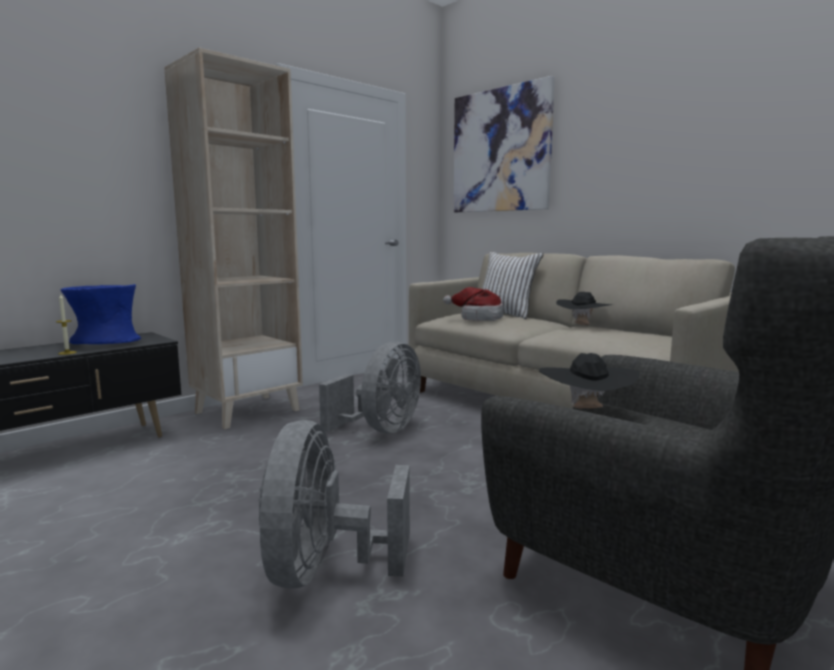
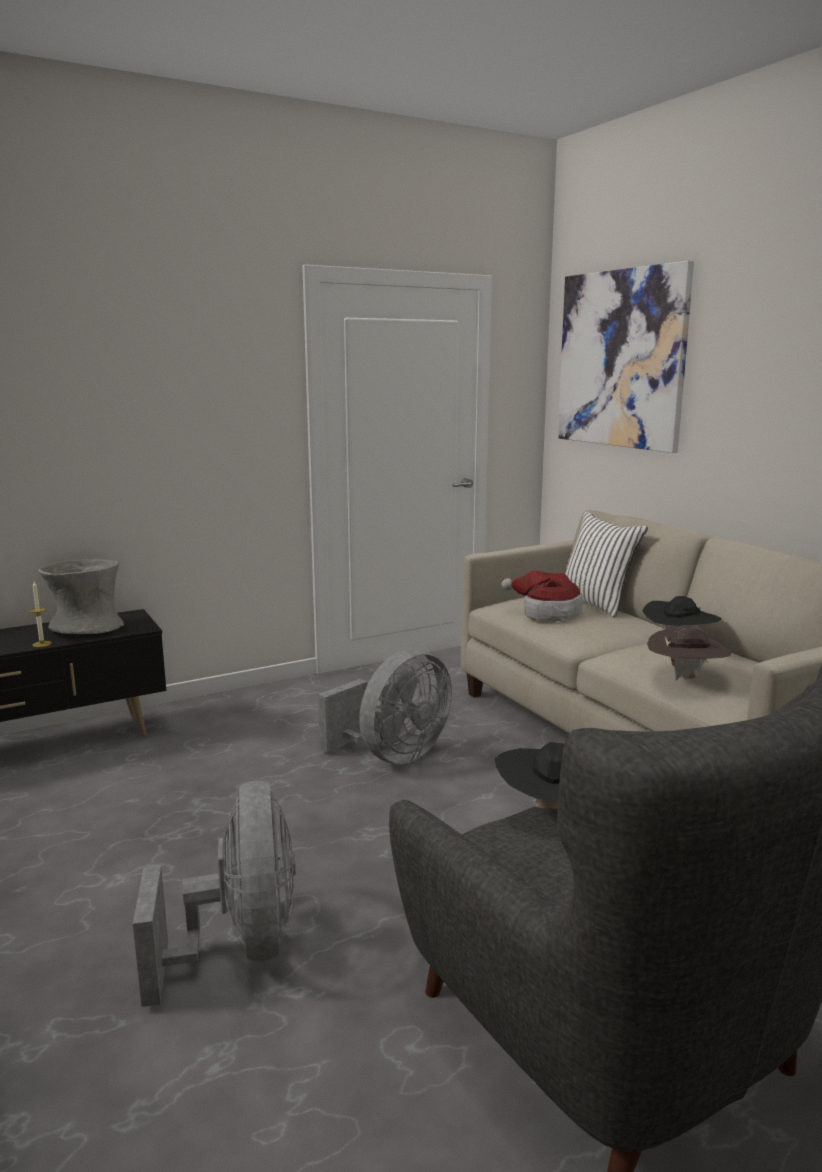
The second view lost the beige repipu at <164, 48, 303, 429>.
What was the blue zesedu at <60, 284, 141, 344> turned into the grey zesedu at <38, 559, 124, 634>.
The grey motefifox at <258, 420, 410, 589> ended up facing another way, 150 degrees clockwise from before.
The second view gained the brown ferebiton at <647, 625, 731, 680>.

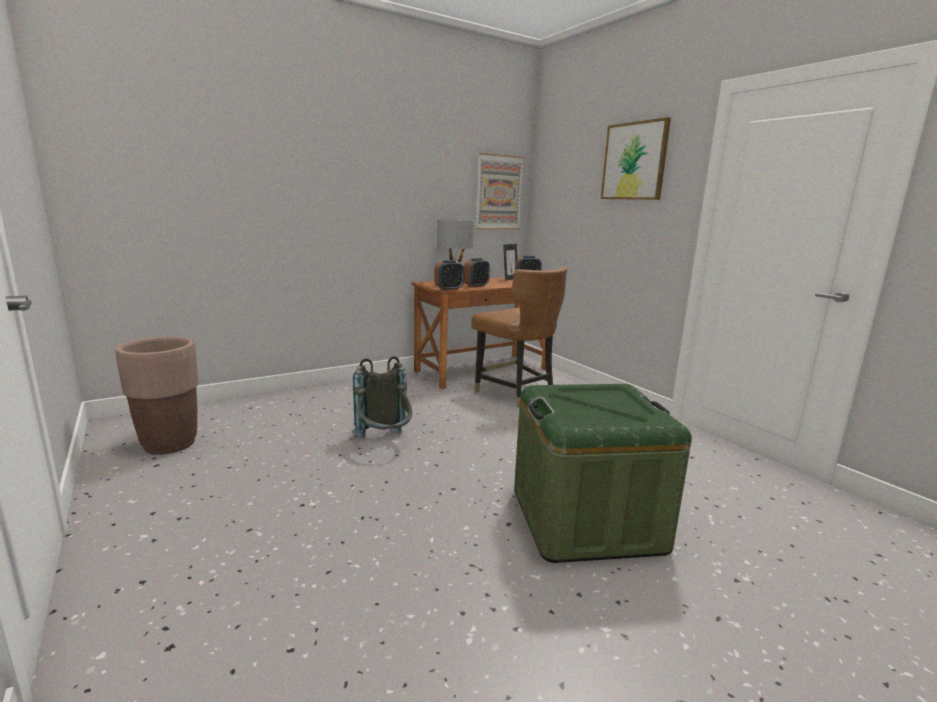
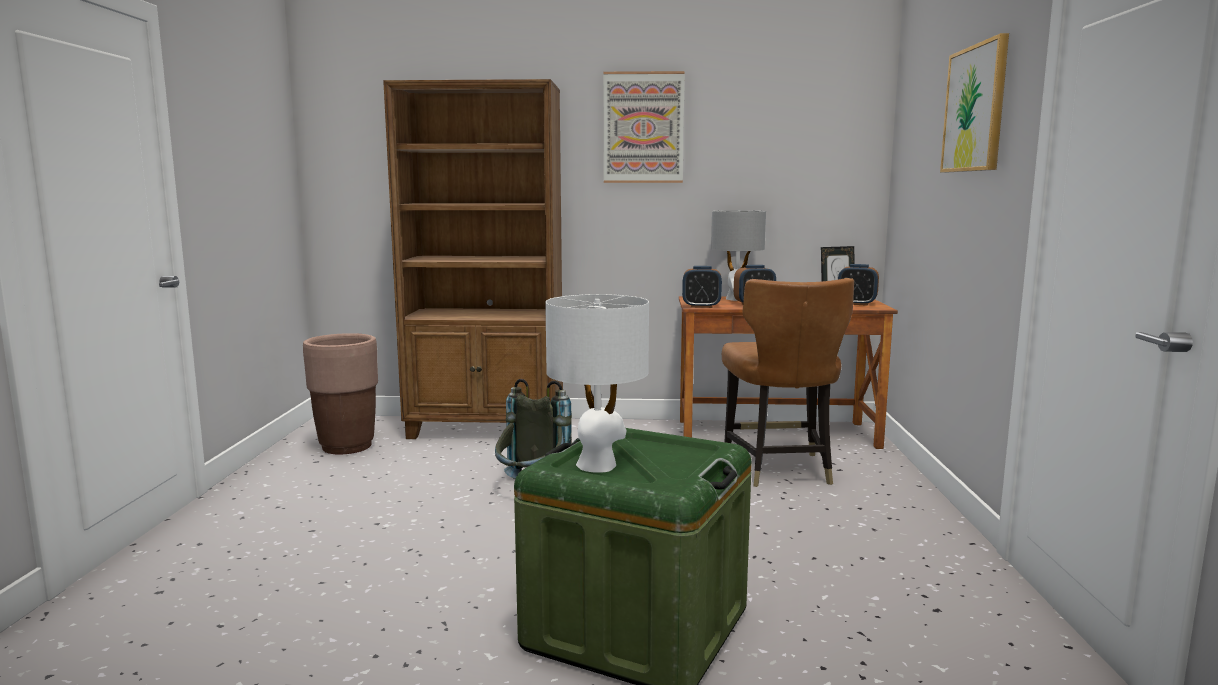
The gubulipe ended up elsewhere, having gone from <475, 153, 524, 230> to <603, 71, 685, 183>.
The second view gained the brown repipu at <383, 79, 563, 439>.
The second view gained the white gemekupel at <545, 294, 649, 472>.

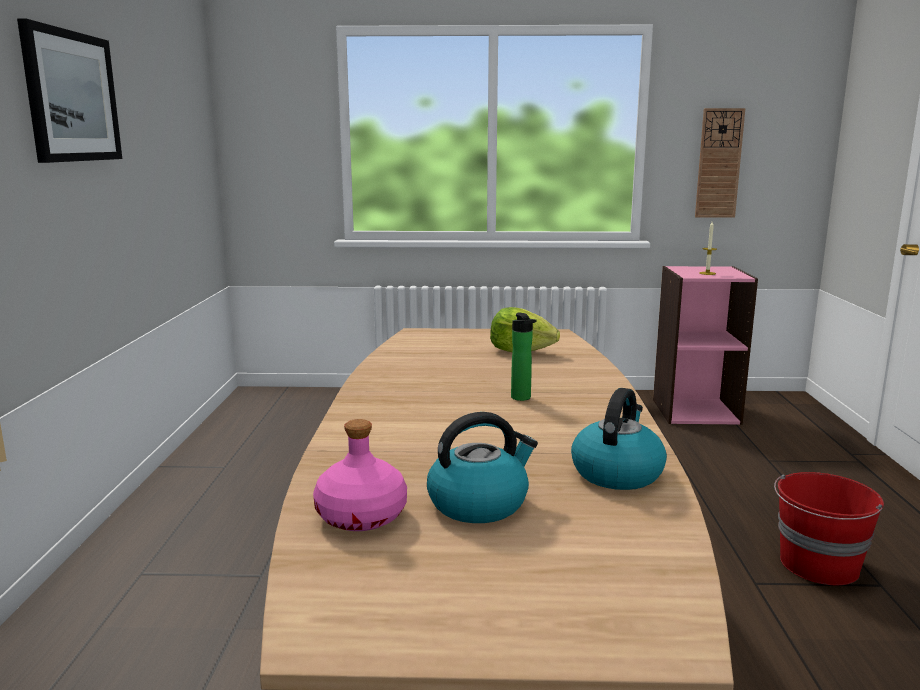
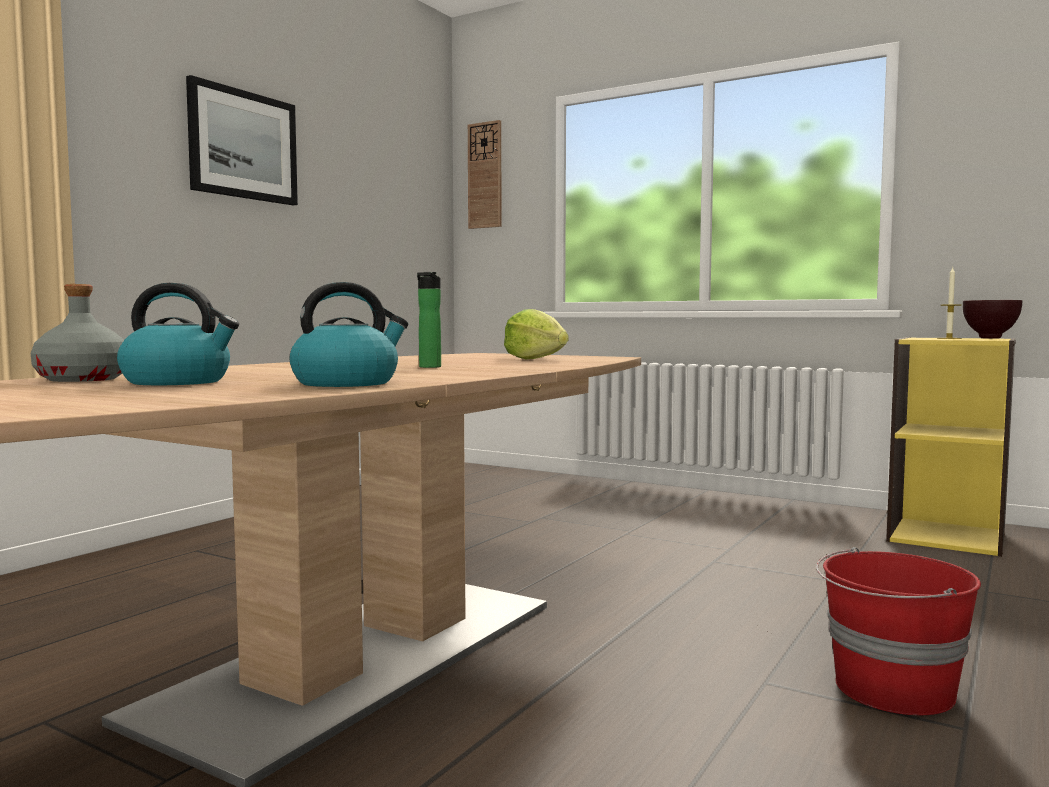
The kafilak ended up elsewhere, having gone from <695, 108, 746, 218> to <468, 120, 502, 229>.
What was the pink repipu at <653, 266, 758, 425> turned into the yellow repipu at <886, 337, 1016, 557>.
What was the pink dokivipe at <313, 419, 407, 531> turned into the grey dokivipe at <30, 284, 124, 382>.
The second view gained the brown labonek at <963, 300, 1022, 339>.

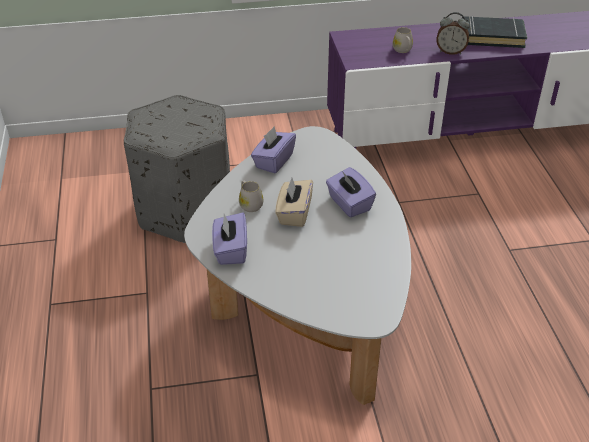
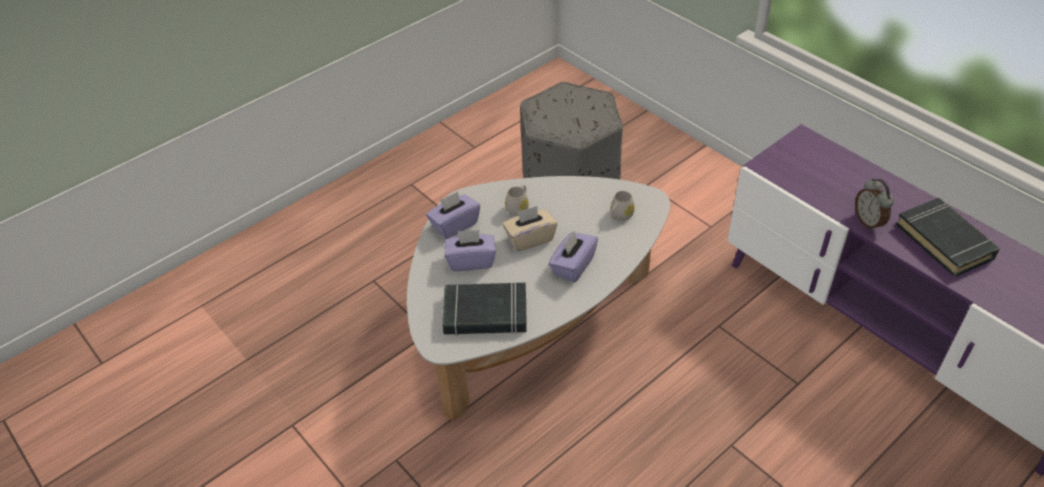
The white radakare ended up elsewhere, having gone from <393, 27, 413, 53> to <610, 191, 635, 221>.
The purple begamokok ended up elsewhere, having gone from <251, 126, 296, 173> to <445, 230, 496, 271>.
The second view gained the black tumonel at <442, 283, 527, 336>.

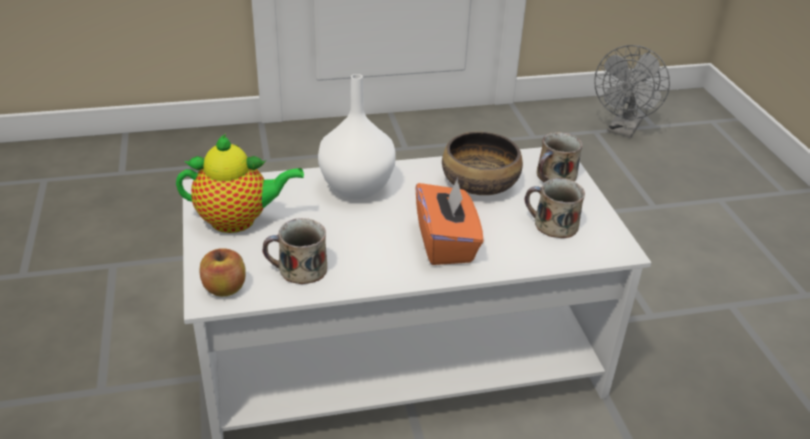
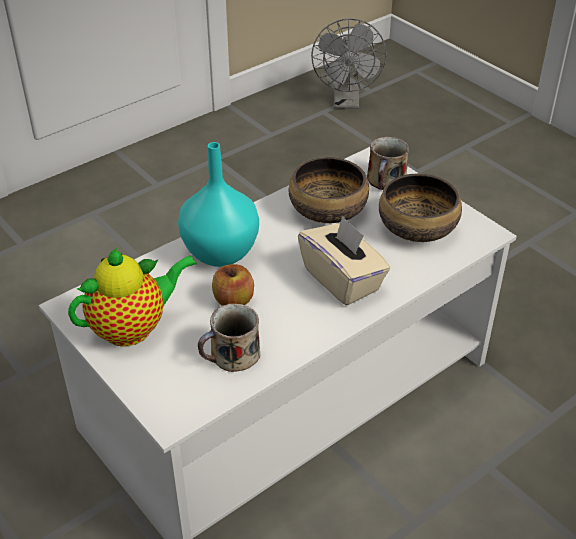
What was the white zesedu at <318, 74, 396, 199> turned into the turquoise zesedu at <178, 142, 259, 267>.
What was the orange begamokok at <415, 178, 483, 265> turned into the beige begamokok at <298, 216, 390, 306>.
Where the radakare stood at <525, 178, 585, 238>, the labonek came to stand at <379, 173, 462, 242>.
The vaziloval ended up elsewhere, having gone from <199, 248, 246, 297> to <212, 264, 254, 306>.

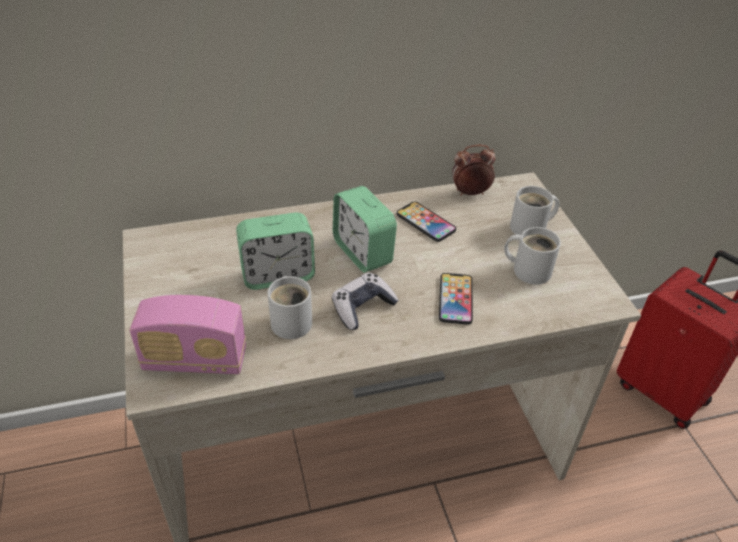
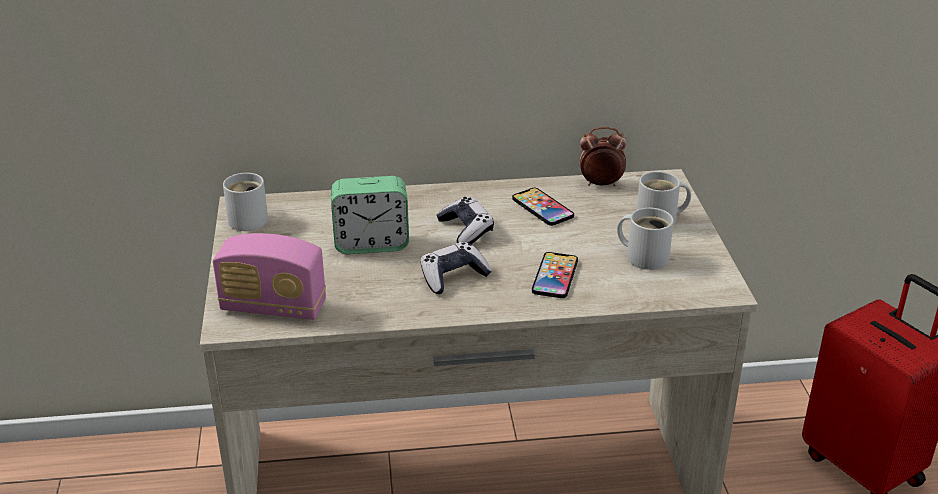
Where the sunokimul stood at <333, 186, 397, 273>, the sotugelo came to stand at <437, 197, 494, 244>.
The white radakare ended up elsewhere, having gone from <267, 276, 312, 339> to <223, 173, 268, 231>.

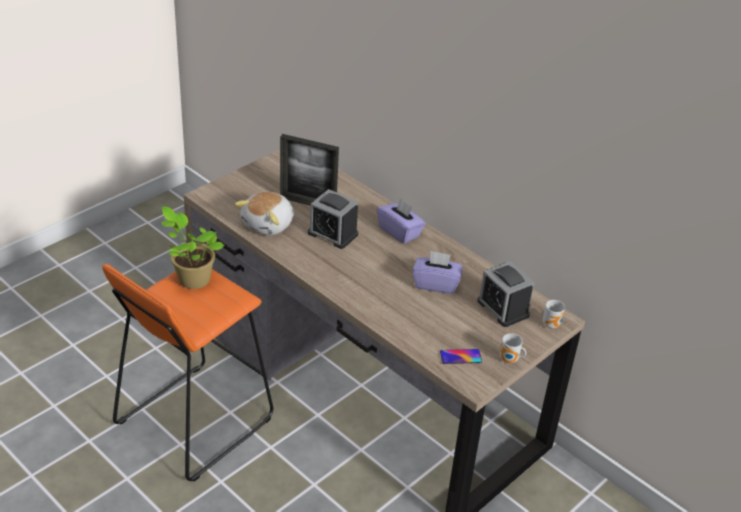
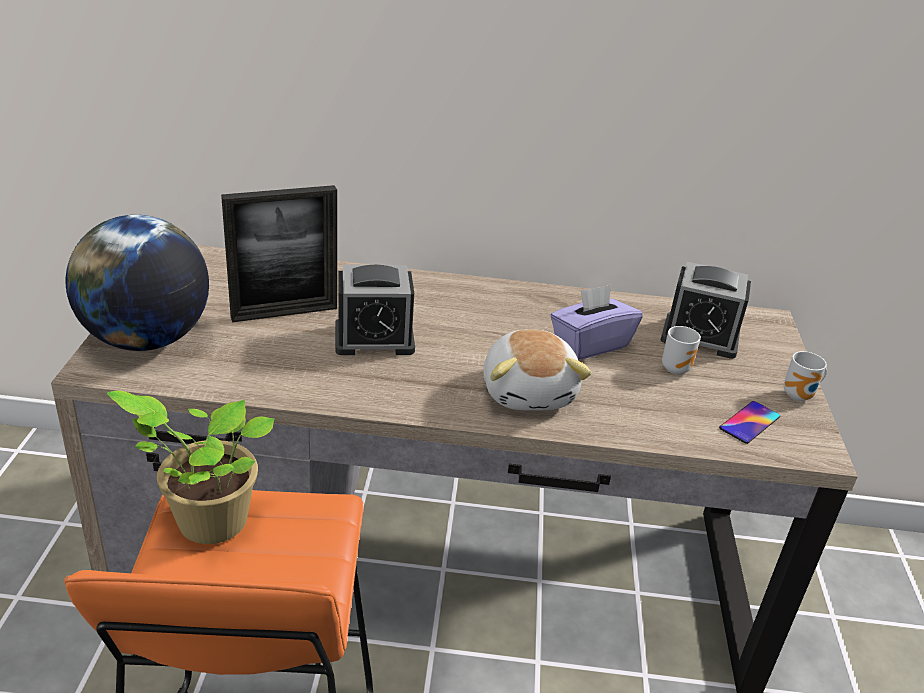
The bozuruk ended up elsewhere, having gone from <235, 191, 294, 235> to <483, 329, 592, 411>.
The second view lost the purple begamokok at <377, 198, 426, 244>.
The radakare ended up elsewhere, having gone from <543, 300, 565, 329> to <662, 326, 701, 375>.
The second view gained the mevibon at <66, 215, 209, 351>.

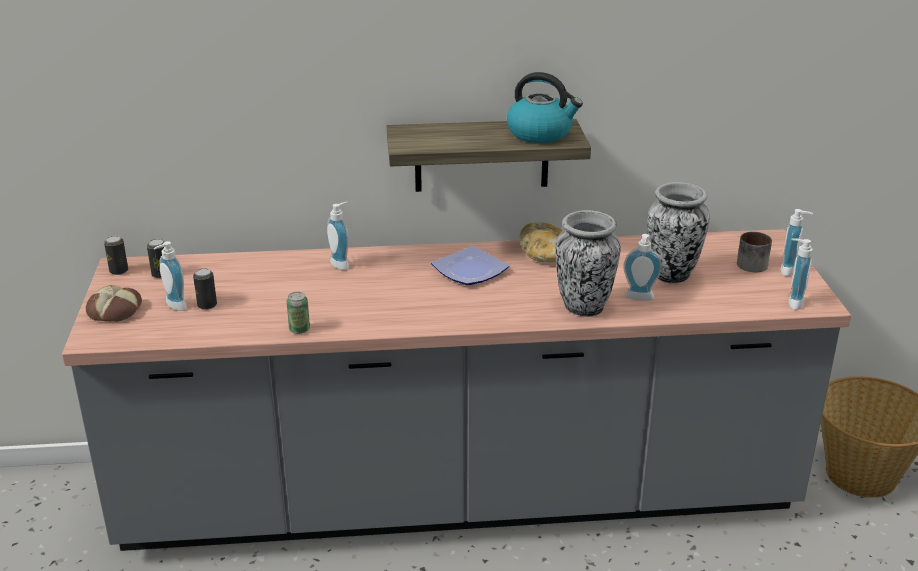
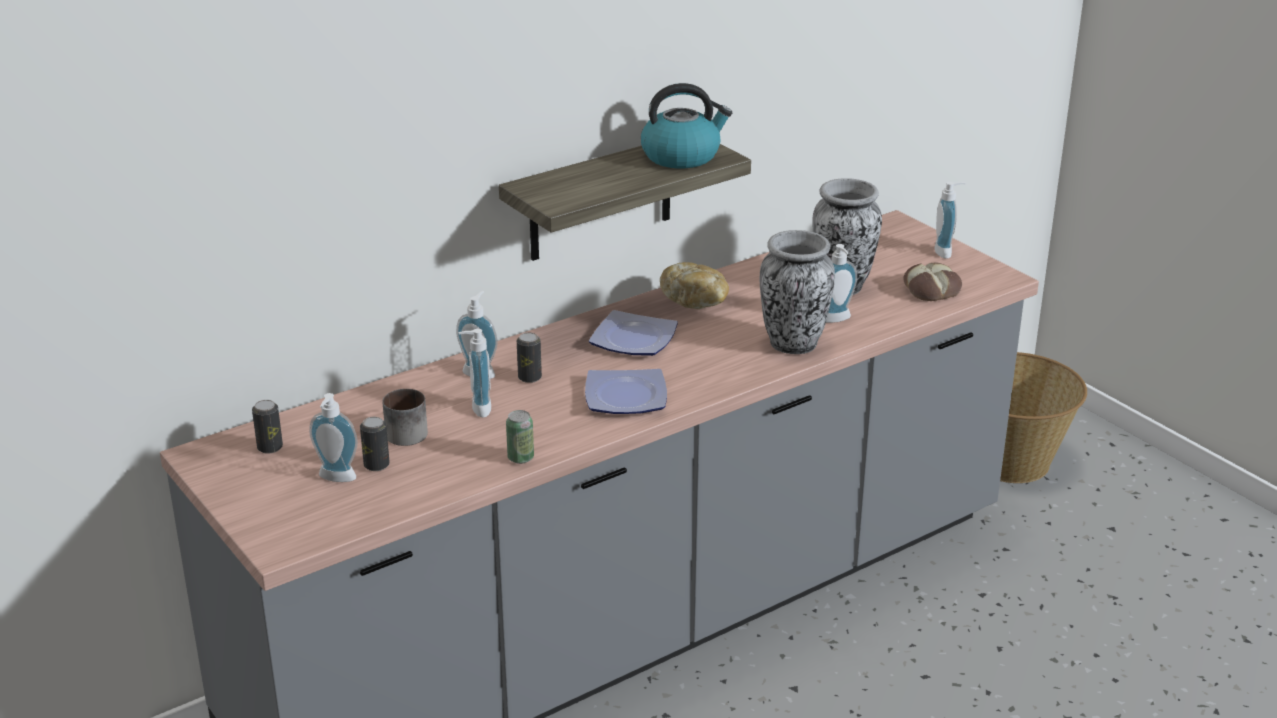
The radakare ended up elsewhere, having gone from <737, 232, 772, 272> to <383, 389, 428, 446>.
The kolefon ended up elsewhere, having gone from <104, 236, 128, 275> to <517, 332, 542, 383>.
The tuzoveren ended up elsewhere, having gone from <788, 238, 813, 310> to <458, 329, 491, 418>.
The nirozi ended up elsewhere, having gone from <86, 285, 142, 322> to <903, 263, 962, 301>.
The second view gained the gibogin at <585, 369, 667, 414>.

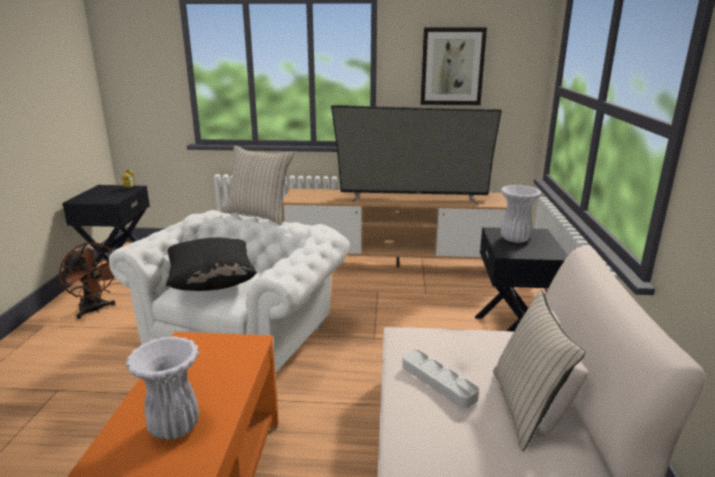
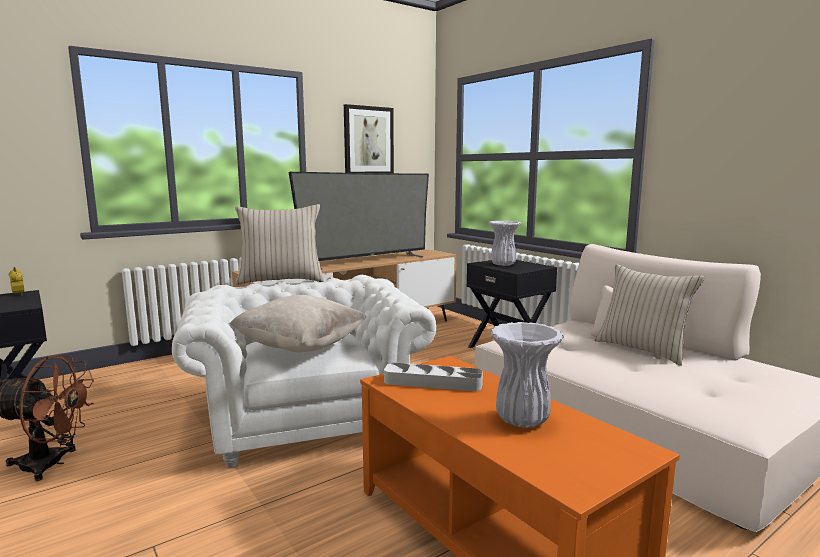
What was the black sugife at <166, 238, 257, 291> turned into the beige sugife at <230, 295, 367, 352>.
The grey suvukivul ended up elsewhere, having gone from <402, 350, 479, 408> to <384, 363, 483, 391>.

